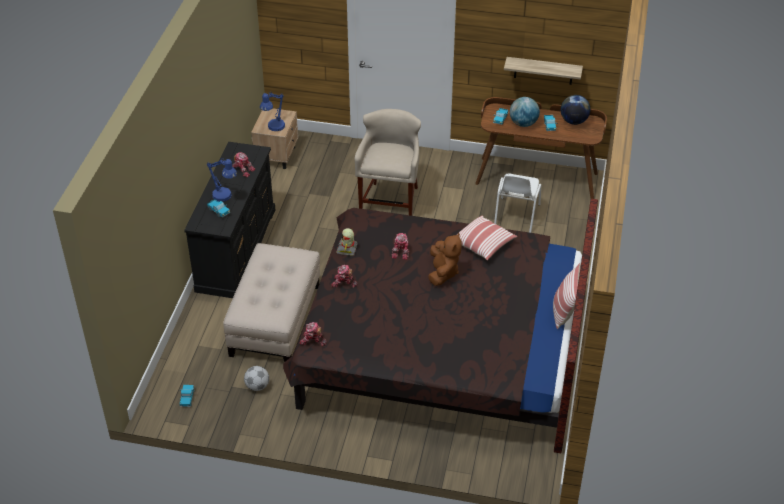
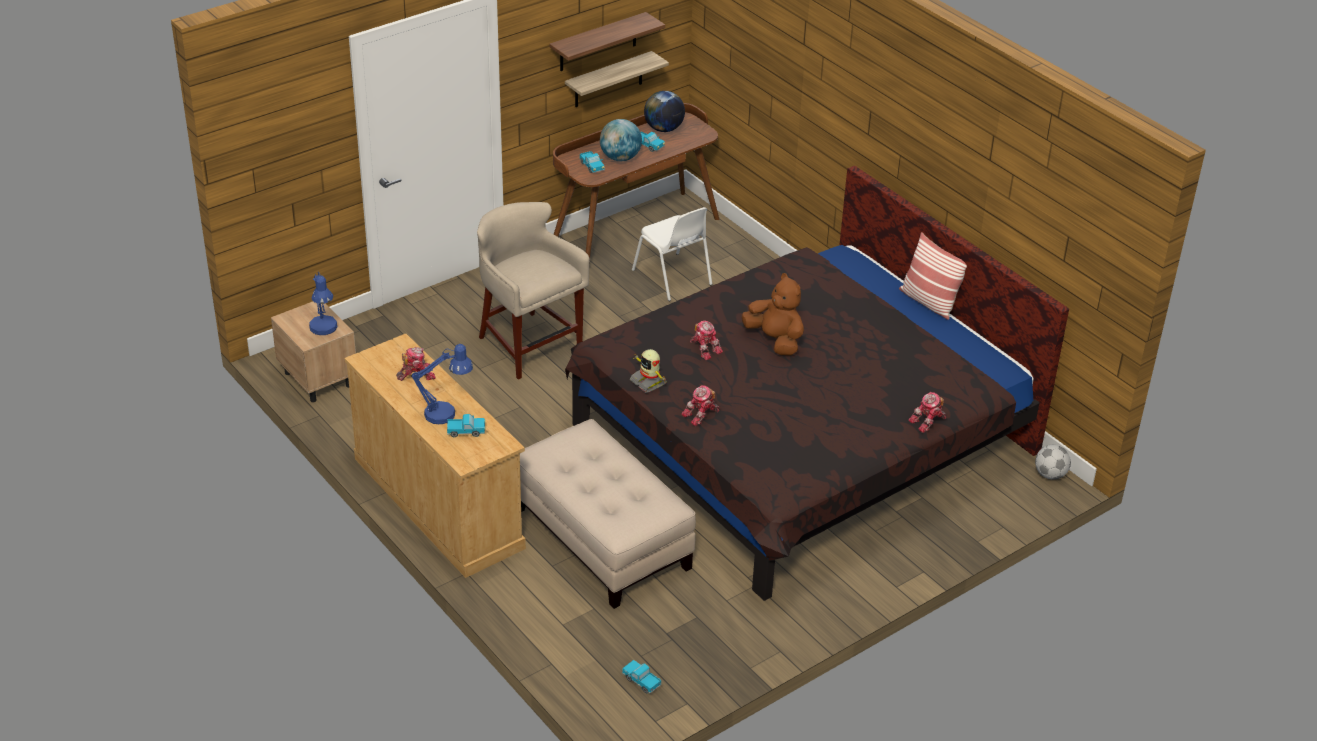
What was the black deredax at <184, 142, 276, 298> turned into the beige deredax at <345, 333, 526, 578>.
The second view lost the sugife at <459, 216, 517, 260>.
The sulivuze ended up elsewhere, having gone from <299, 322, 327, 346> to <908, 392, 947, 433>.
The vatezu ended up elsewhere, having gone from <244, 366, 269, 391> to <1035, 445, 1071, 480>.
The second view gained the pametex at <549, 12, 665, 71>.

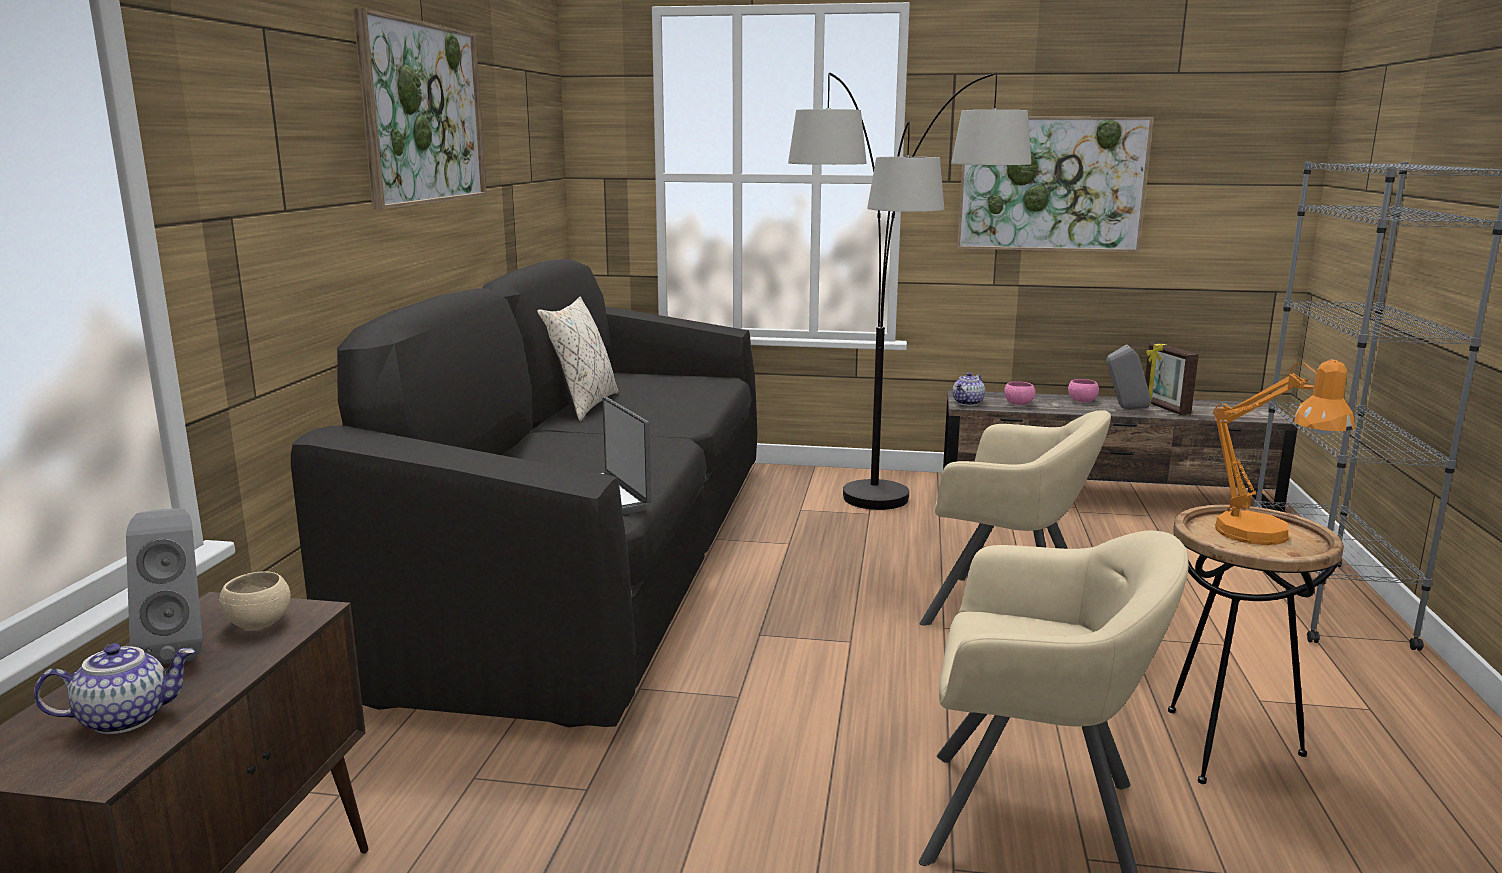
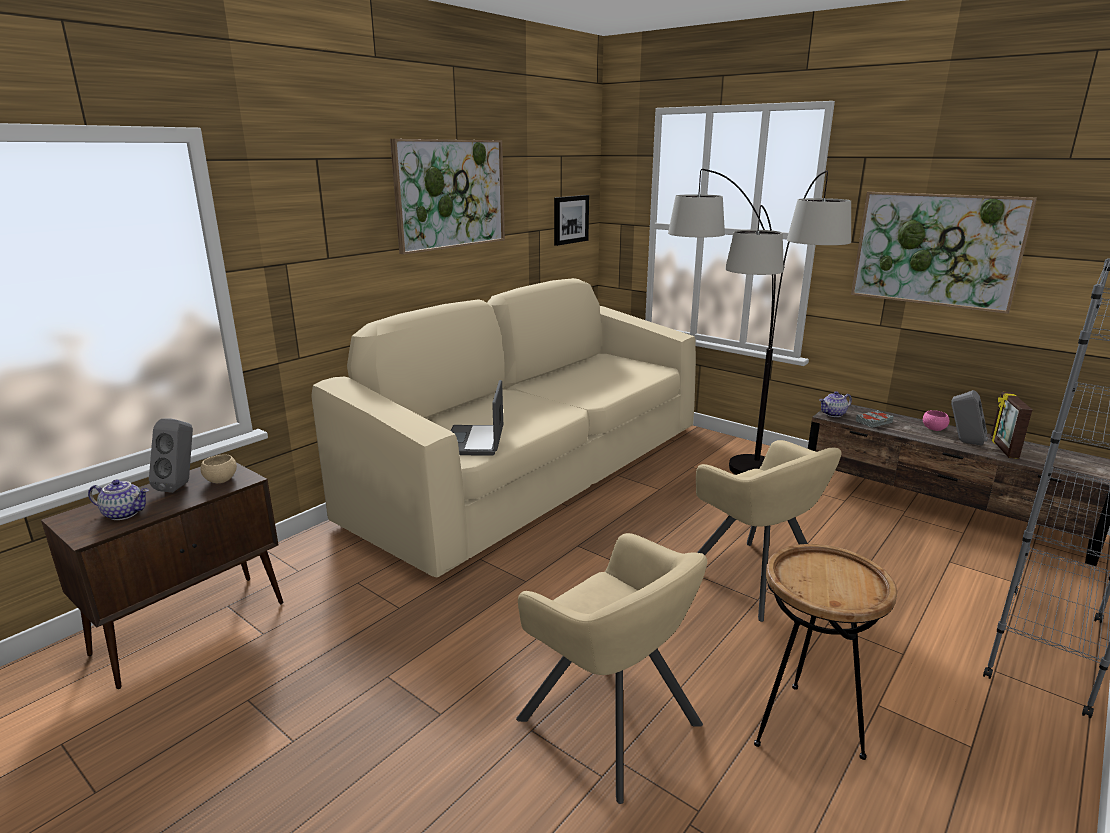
What was the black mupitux at <291, 259, 758, 727> turned into the beige mupitux at <311, 278, 696, 578>.
The second view lost the beige sugife at <537, 297, 619, 422>.
The second view lost the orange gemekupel at <1213, 359, 1355, 545>.
Where the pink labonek stood at <1004, 381, 1035, 405>, the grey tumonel came to stand at <856, 410, 894, 428>.
The second view gained the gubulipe at <554, 195, 589, 246>.

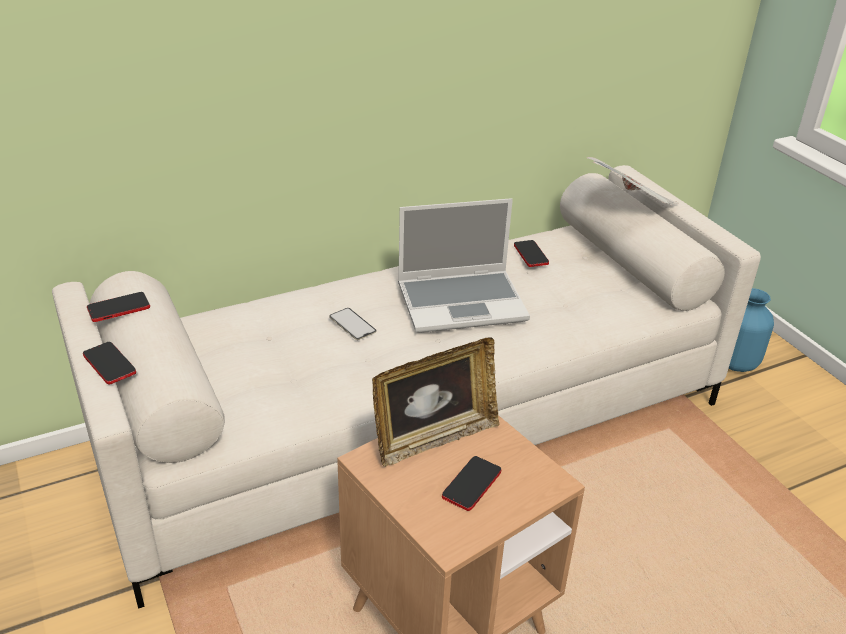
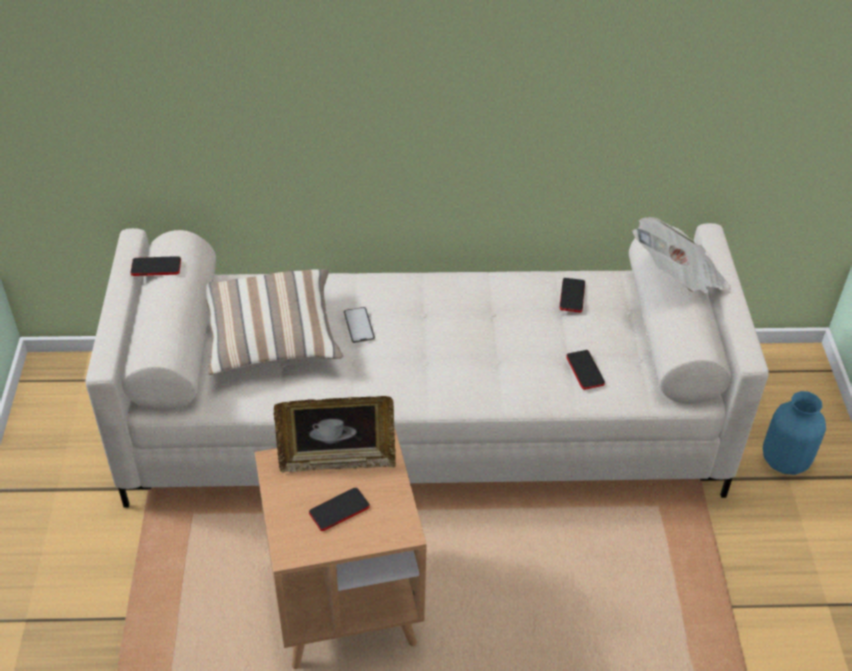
The second view lost the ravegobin at <398, 198, 530, 333>.
The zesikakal ended up elsewhere, having gone from <83, 342, 136, 385> to <566, 350, 605, 390>.
The second view gained the sugife at <206, 269, 343, 375>.

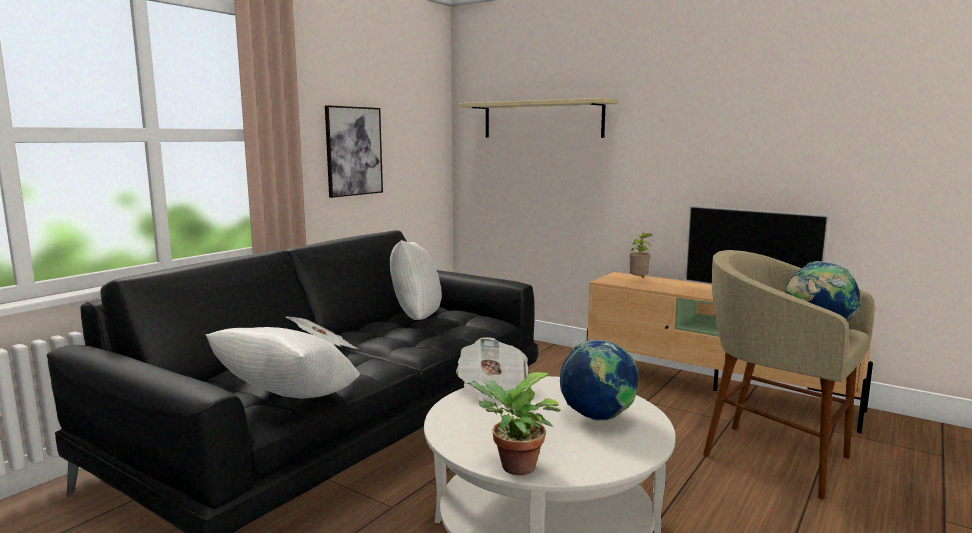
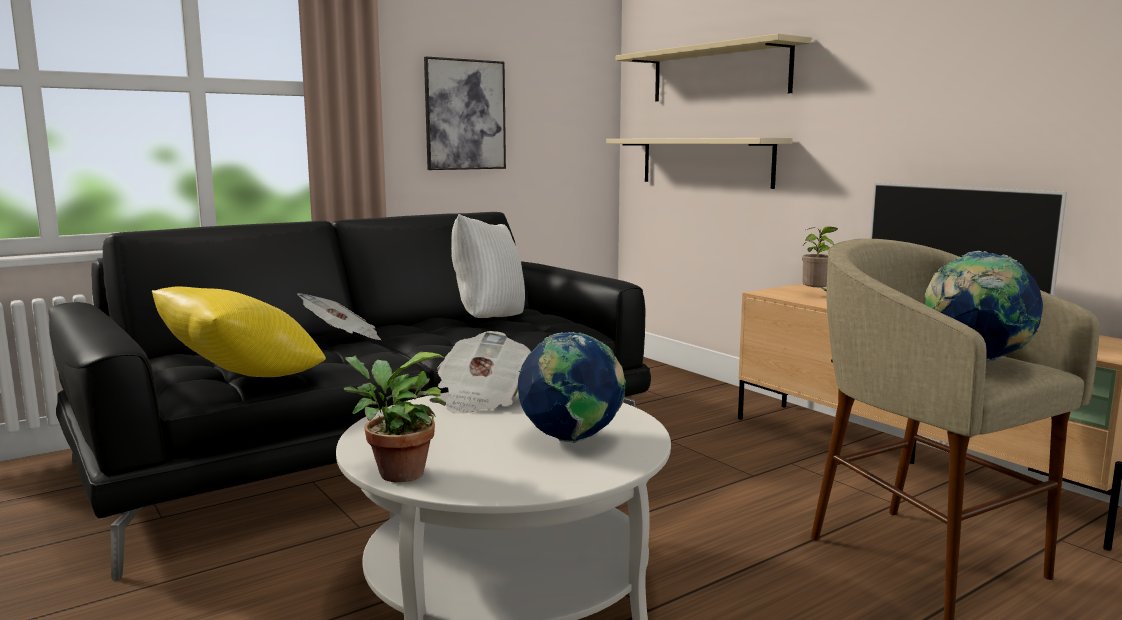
What was the white sugife at <206, 327, 360, 399> turned into the yellow sugife at <152, 287, 326, 377>.
The second view gained the beige pametex at <606, 138, 792, 189>.

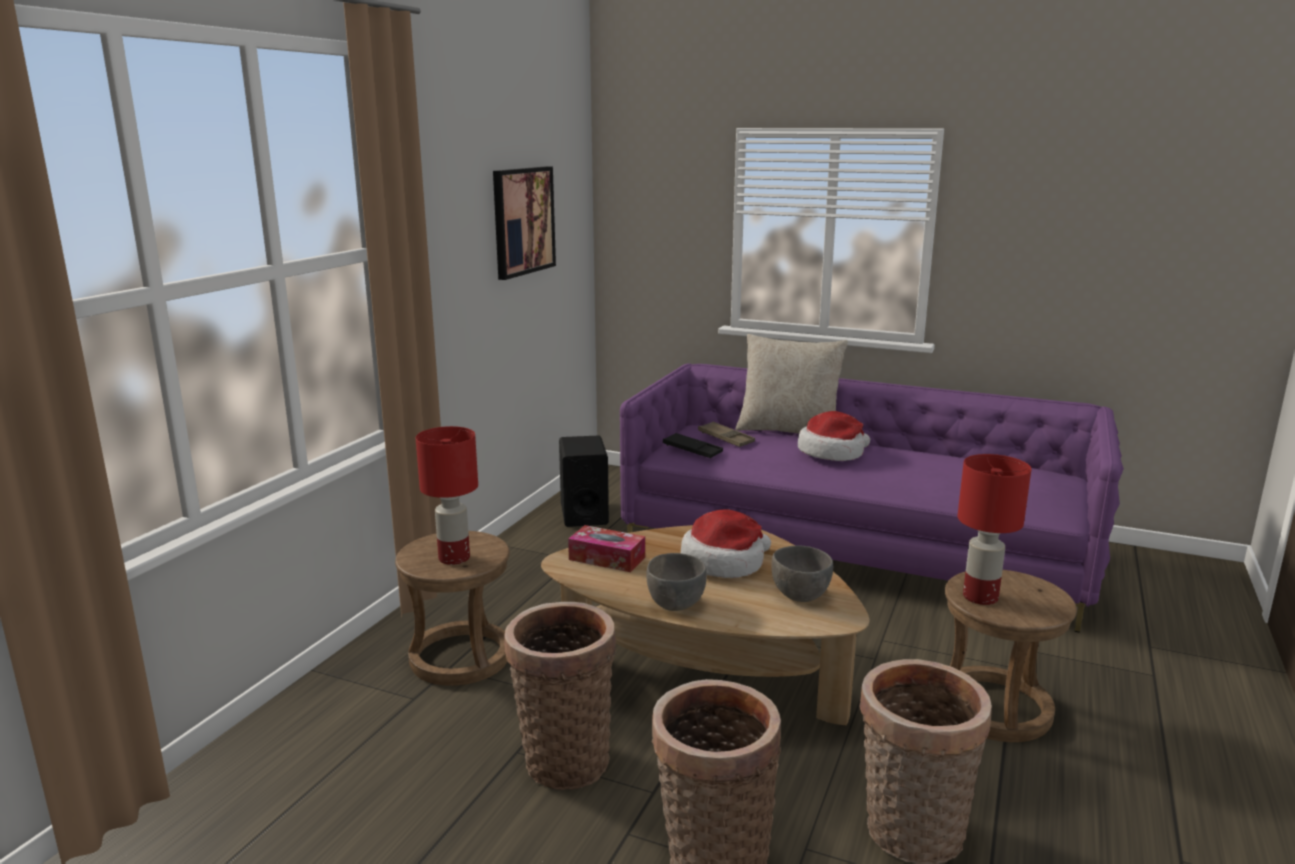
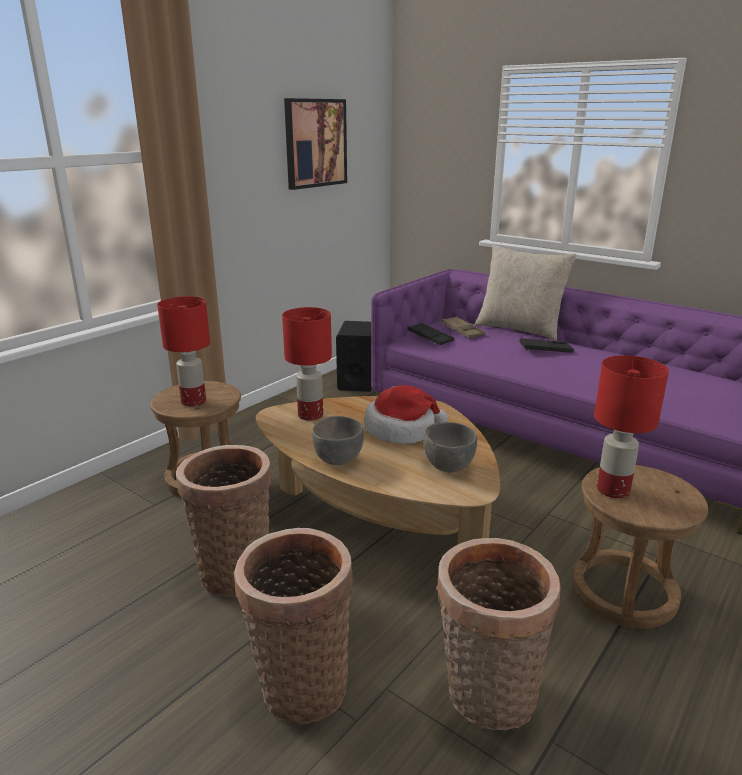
Where the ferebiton stood at <798, 411, 870, 461>, the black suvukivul came to stand at <519, 338, 574, 353>.
Where the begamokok stood at <568, 525, 645, 572>, the red gemekupel came to stand at <282, 307, 332, 420>.

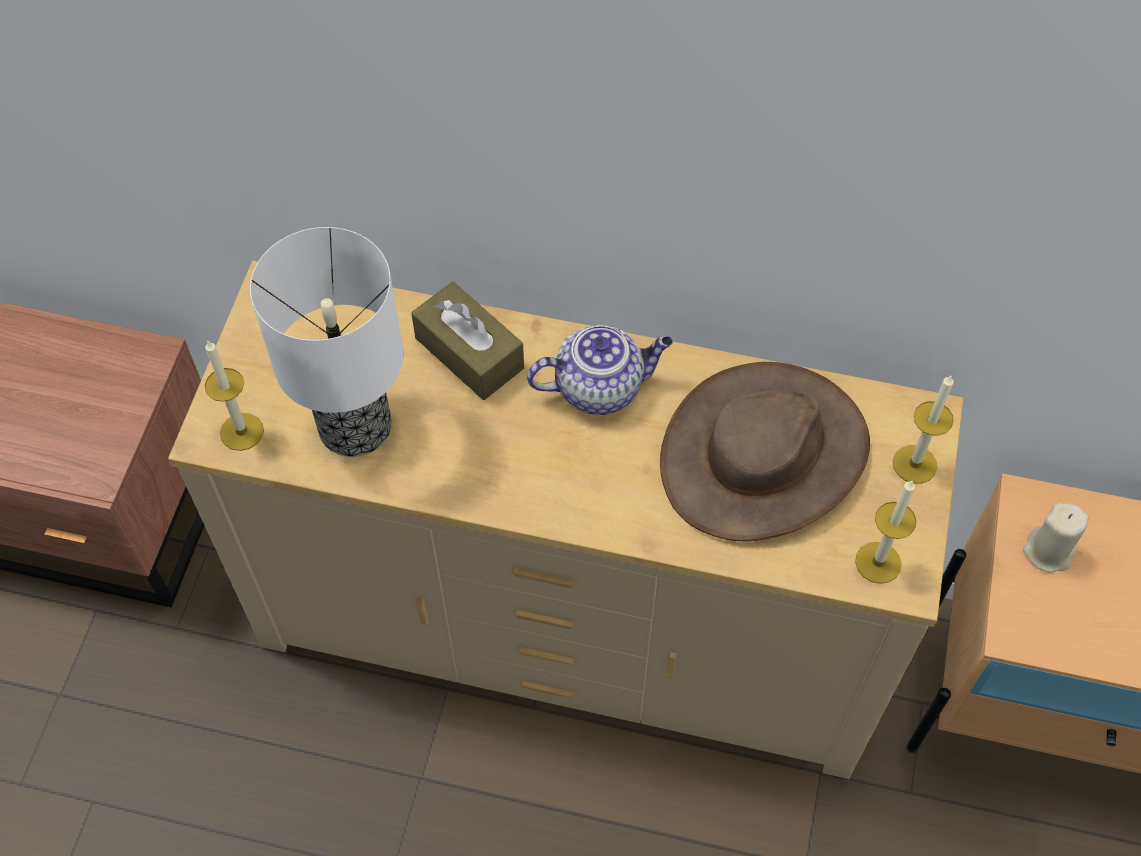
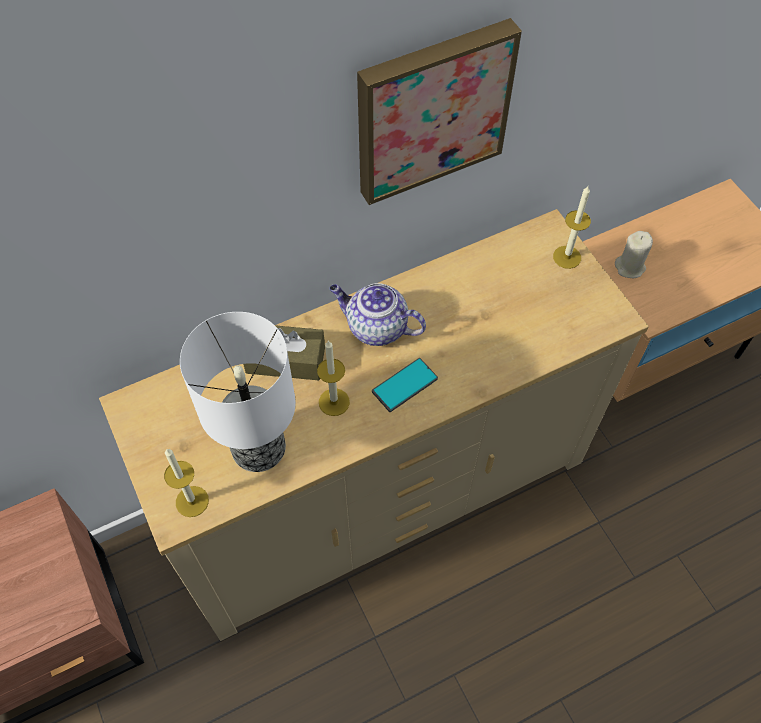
The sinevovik at <527, 325, 673, 415> ended up facing another way, 105 degrees counterclockwise from before.
The second view lost the brown ferebiton at <660, 362, 870, 542>.
The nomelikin ended up elsewhere, having gone from <855, 481, 917, 584> to <317, 340, 350, 416>.
The second view gained the gubulipe at <357, 18, 522, 205>.
The second view gained the zesikakal at <372, 358, 438, 412>.

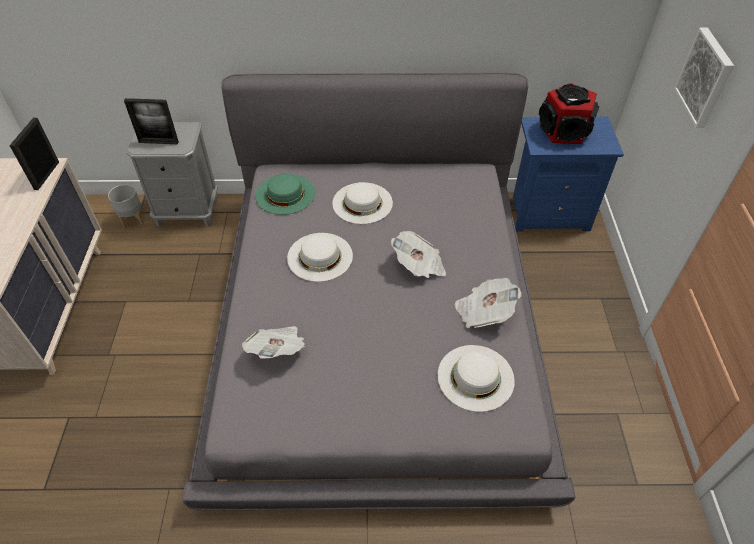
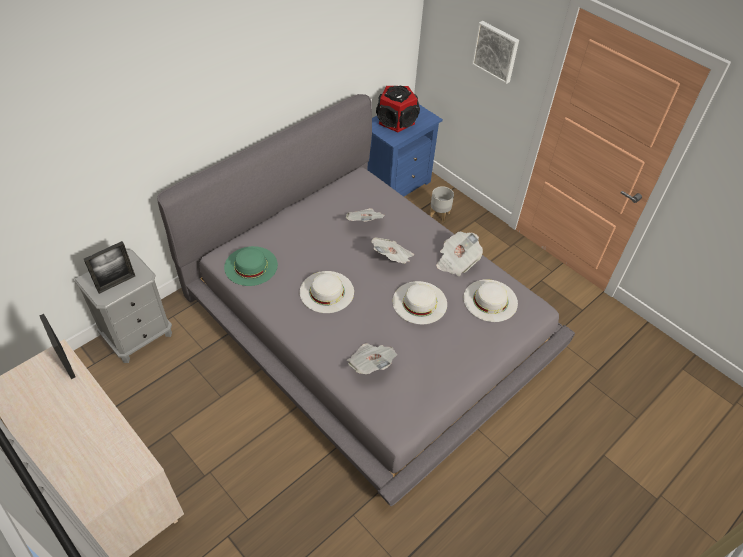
The white ferebiton ended up elsewhere, having gone from <332, 182, 393, 224> to <393, 281, 447, 324>.
The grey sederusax ended up elsewhere, having gone from <108, 184, 144, 228> to <430, 186, 454, 222>.
The second view gained the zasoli at <346, 208, 385, 222>.

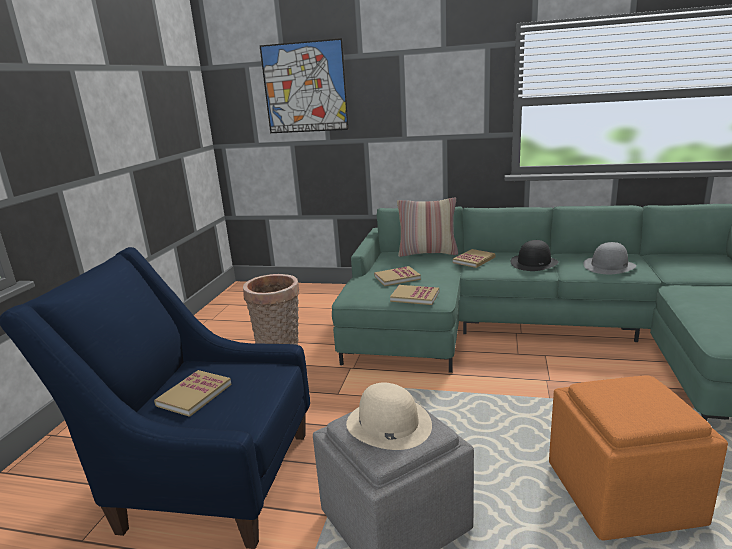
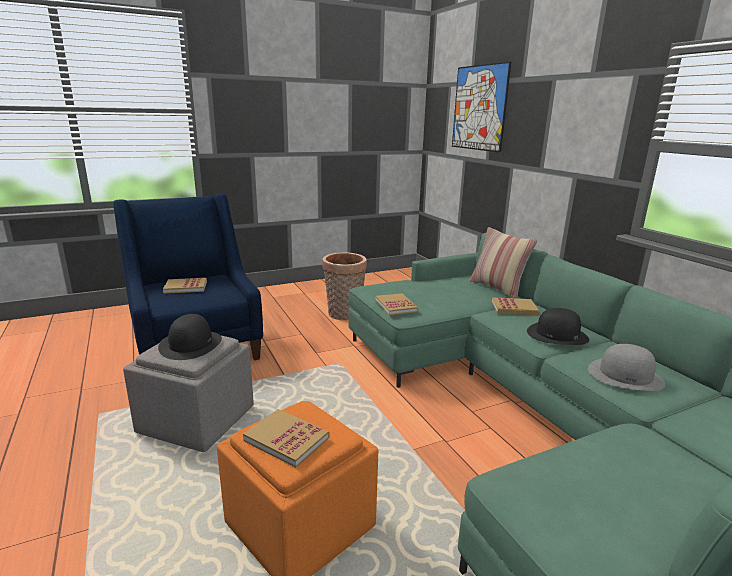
The tumonel ended up elsewhere, having gone from <374, 266, 421, 286> to <243, 409, 329, 468>.
What was the beige ferebiton at <346, 383, 432, 450> turned into the black ferebiton at <158, 314, 222, 360>.

